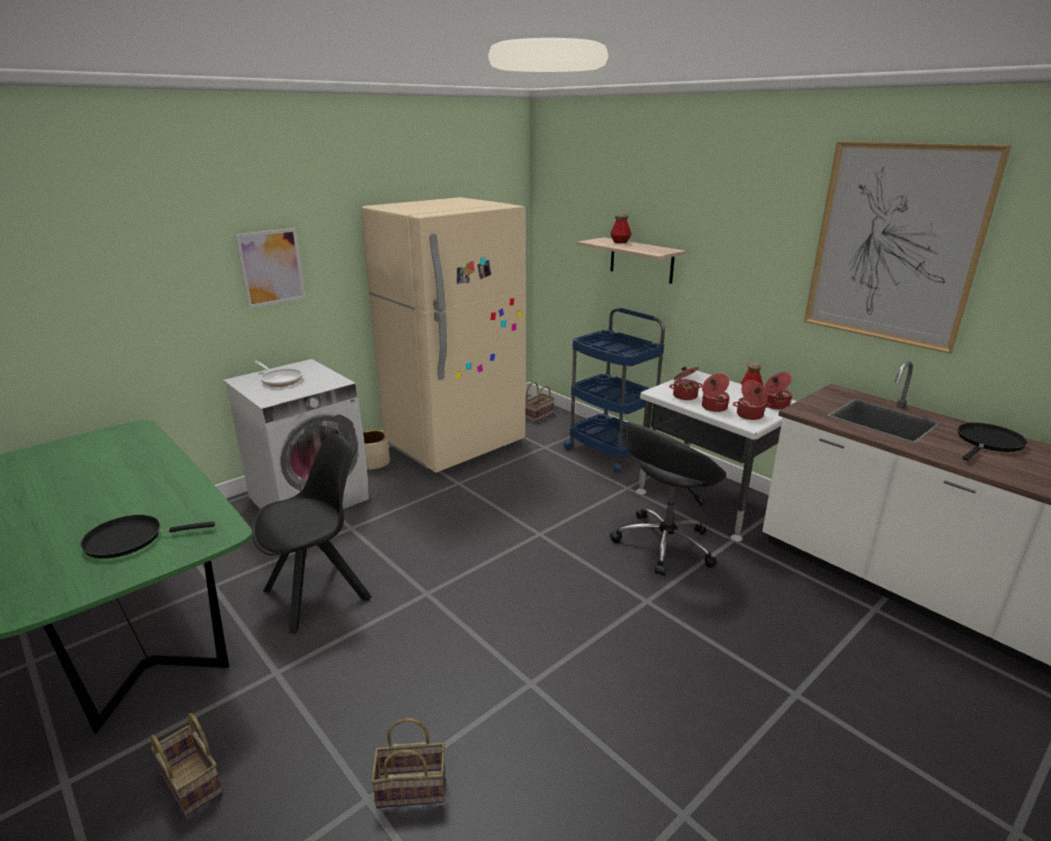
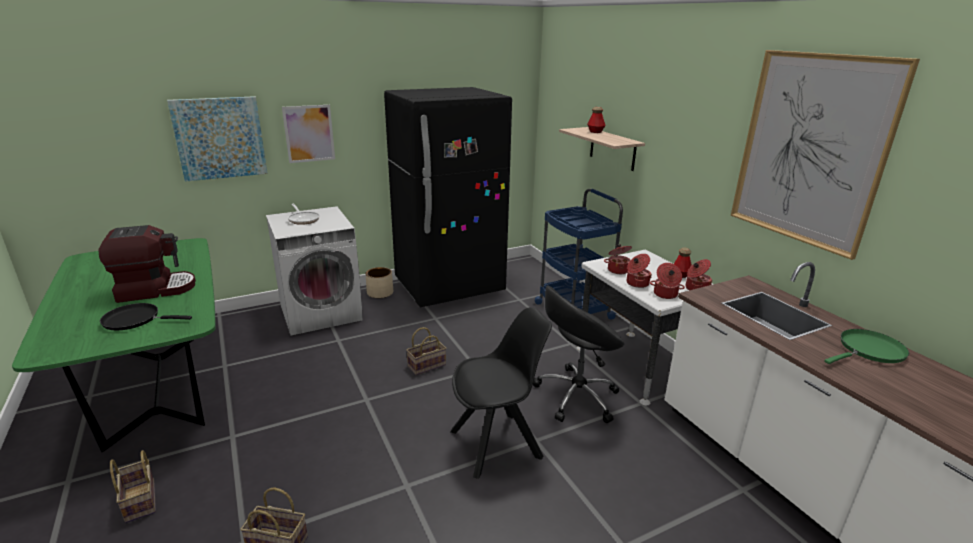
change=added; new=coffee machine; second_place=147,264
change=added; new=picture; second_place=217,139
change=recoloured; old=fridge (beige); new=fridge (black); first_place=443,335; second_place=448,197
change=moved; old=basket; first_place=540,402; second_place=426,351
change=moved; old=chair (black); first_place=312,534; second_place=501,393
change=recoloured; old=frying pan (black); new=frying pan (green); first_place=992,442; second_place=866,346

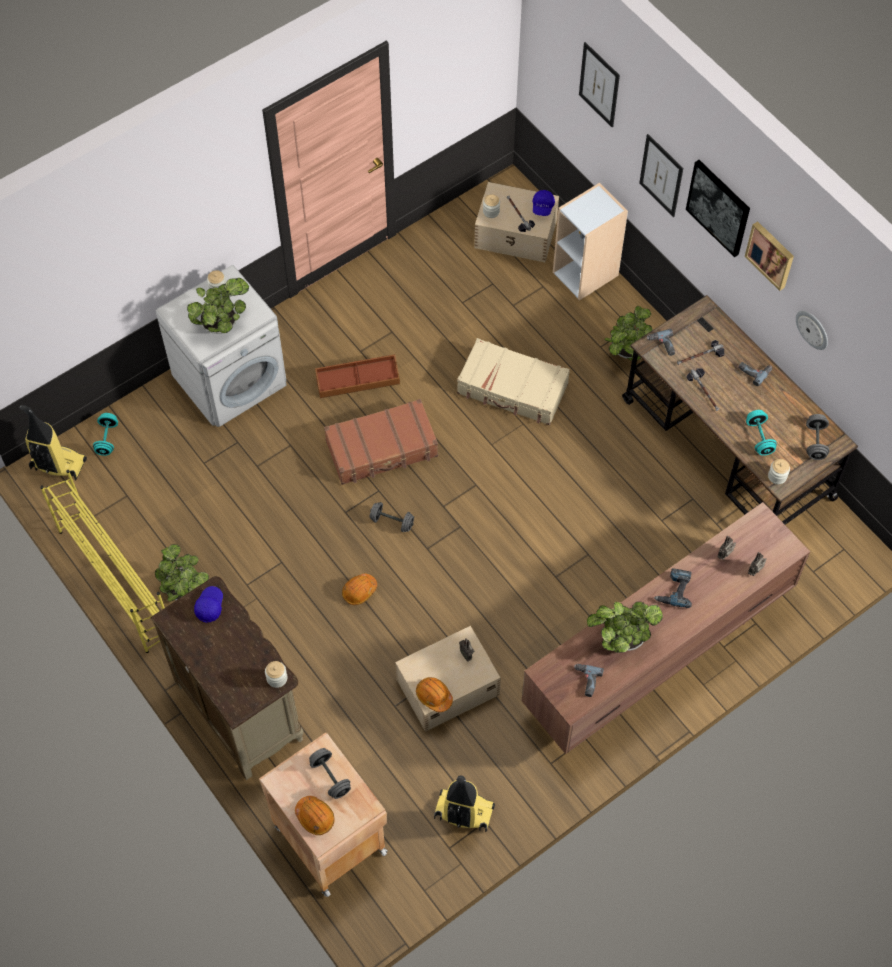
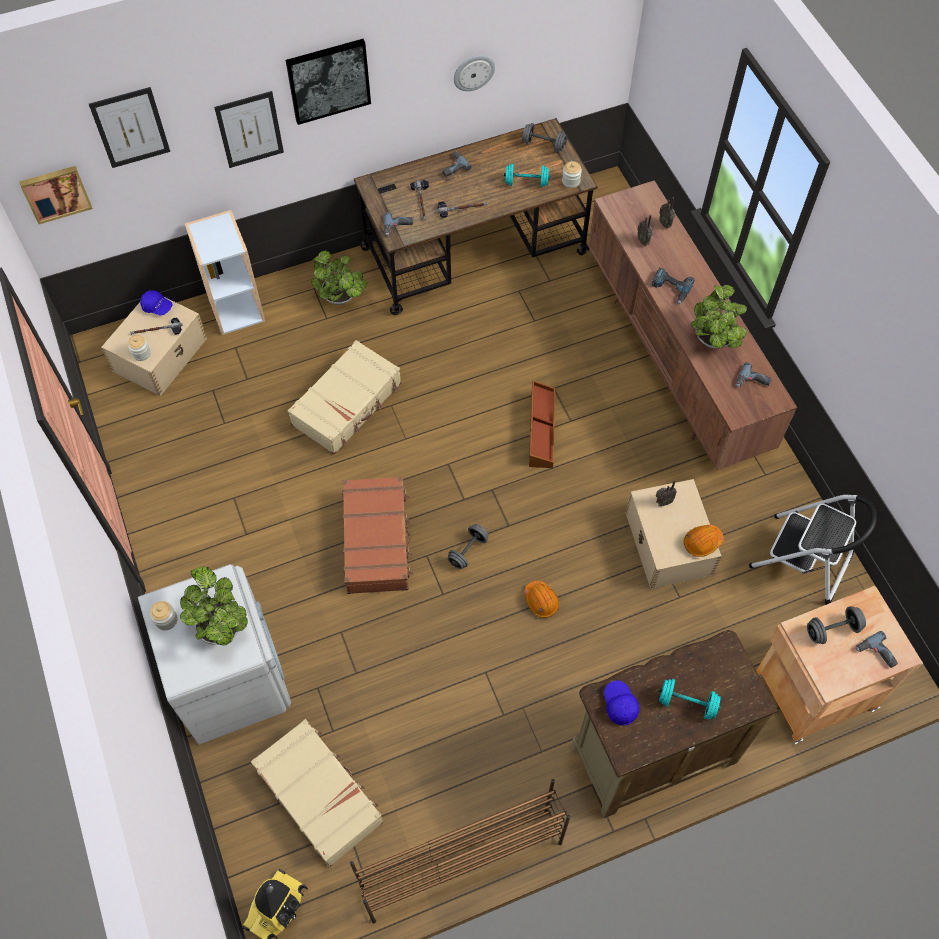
change=moved; old=picture; first_place=769,256; second_place=56,195
change=added; new=suitcase (beige); second_place=317,793
change=recoloured; old=shoe rack (yellow); new=shoe rack (brown); first_place=102,561; second_place=460,851
change=moved; old=storage box (brown); first_place=357,376; second_place=542,424
change=turned; old=cap (blue); first_place=208,604; second_place=621,703; degrees=45
change=moved; old=dumbbell (turquoise); first_place=105,434; second_place=690,699
change=replaced; old=vacuum cleaner; new=step ladder; first_place=464,803; second_place=813,550
change=replaced; old=hard hat (orange); new=power drill; first_place=315,815; second_place=877,649
change=removed; old=potted plant; first_place=182,573
change=removed; old=jar; first_place=276,674

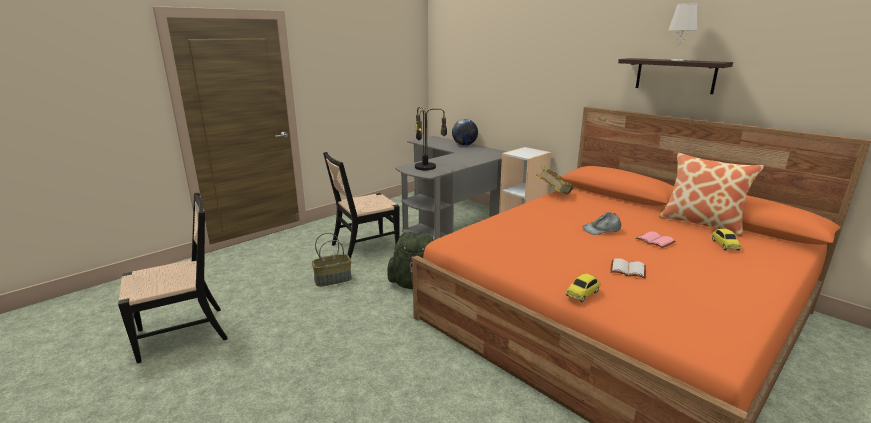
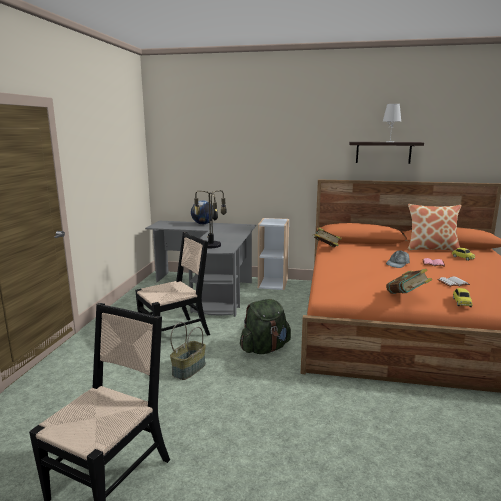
change=turned; old=chair; first_place=361,205; second_place=172,283; degrees=-150
change=added; new=book; second_place=409,281

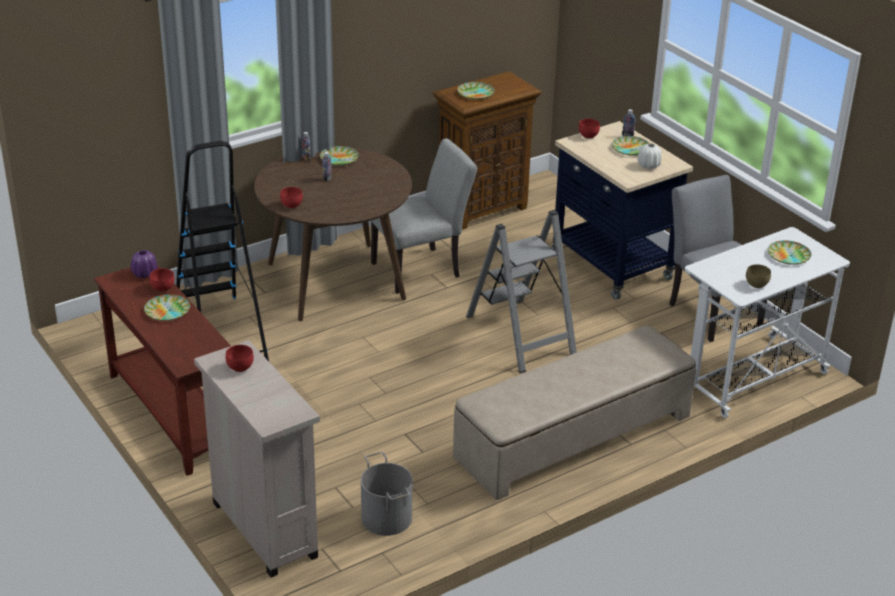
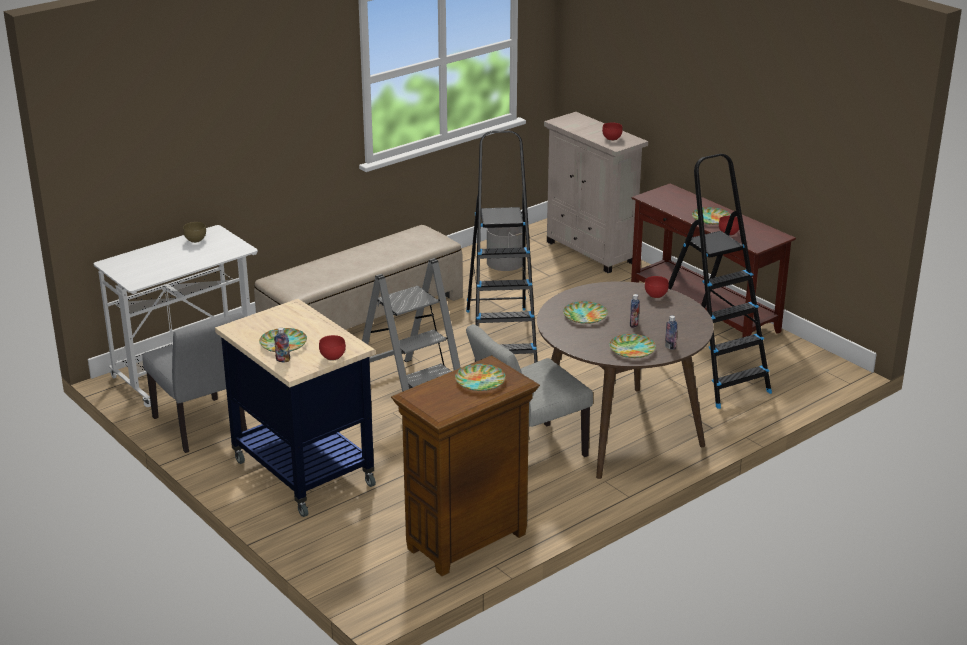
change=added; new=step ladder (black); second_place=501,247
change=moved; old=plate; first_place=790,253; second_place=585,312
change=removed; old=vase (purple); first_place=144,264
change=removed; old=vase (white); first_place=649,156

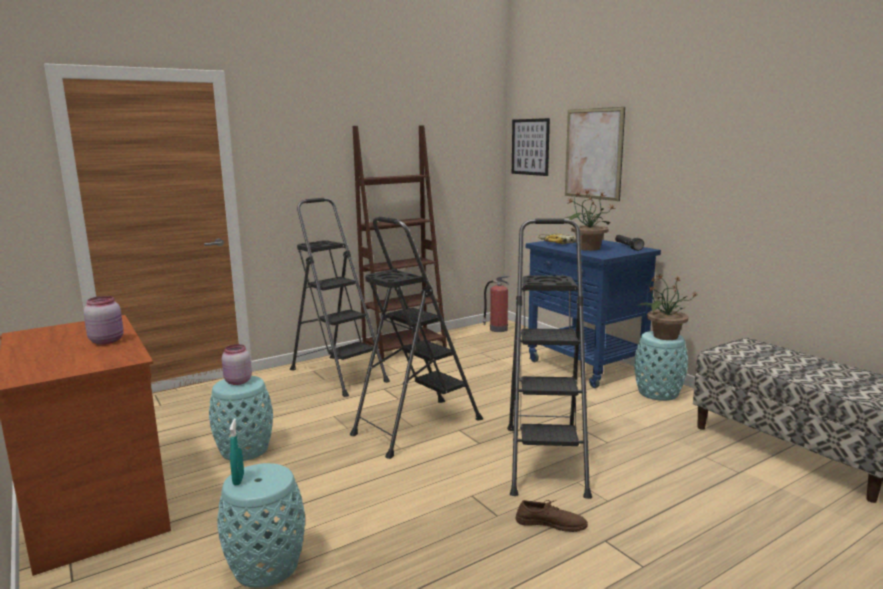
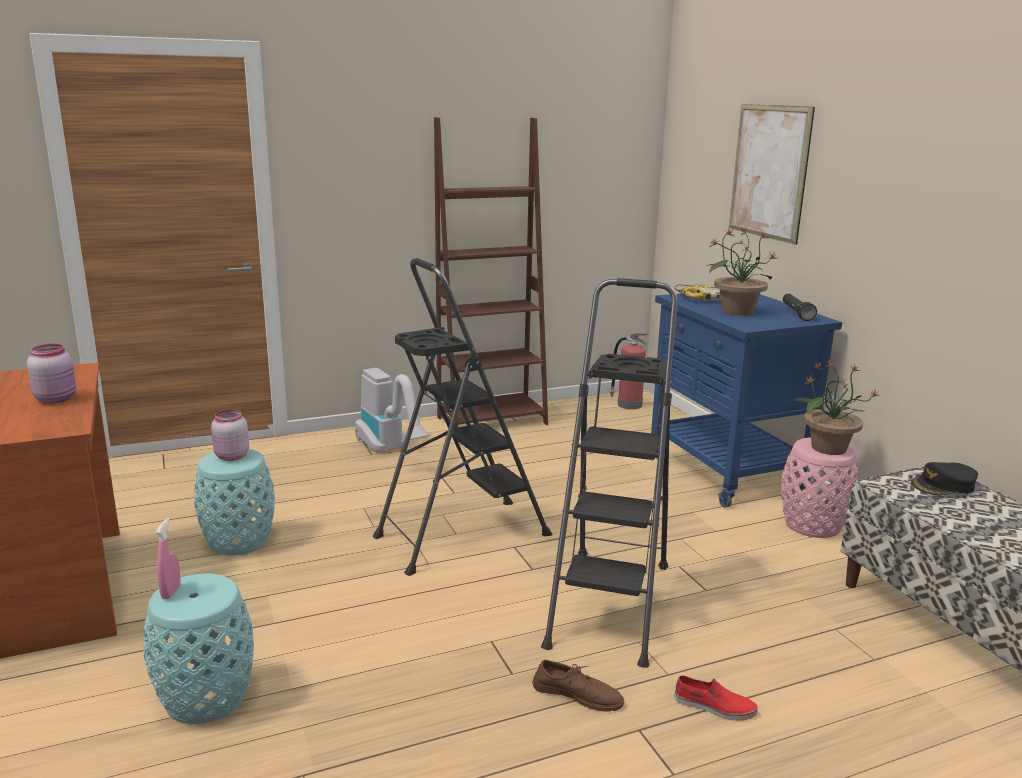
change=recoloured; old=spray bottle (turquoise); new=spray bottle (pink); first_place=237,452; second_place=168,558
change=replaced; old=step ladder; new=vacuum cleaner; first_place=340,297; second_place=392,410
change=added; new=shoe (red); second_place=716,698
change=recoloured; old=stool (turquoise); new=stool (pink); first_place=661,366; second_place=819,487
change=added; new=cap (black); second_place=944,478
change=removed; old=picture; first_place=531,147

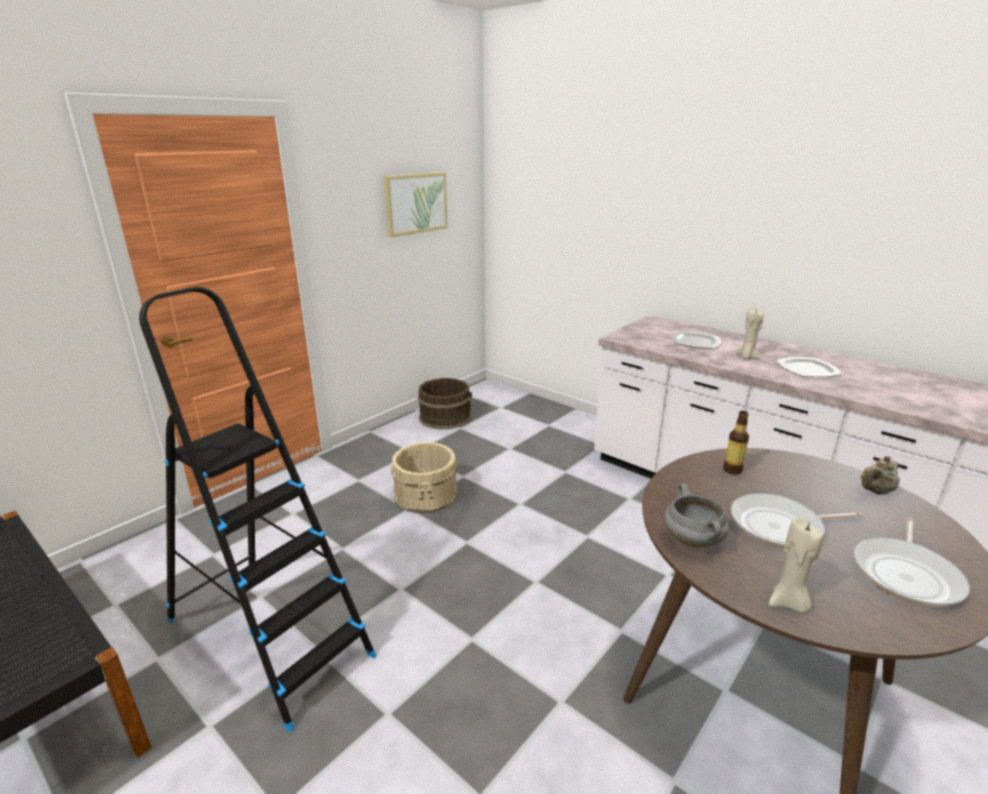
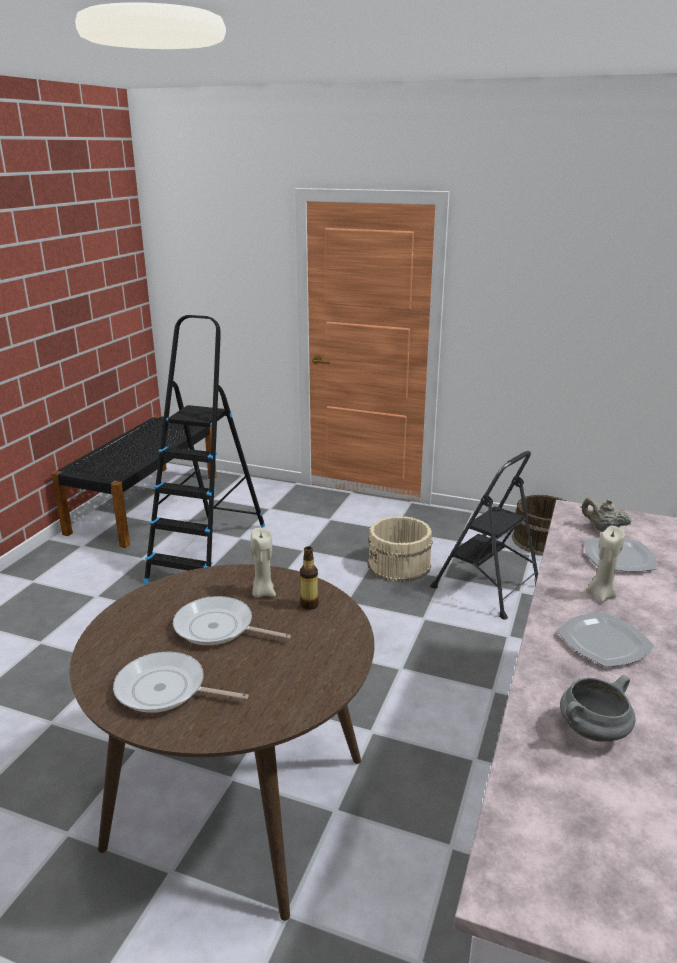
change=turned; old=frying pan; first_place=797,520; second_place=232,620; degrees=-45
change=moved; old=candle (beige); first_place=797,565; second_place=263,563
change=added; new=step ladder (black); second_place=484,535
change=moved; old=cooking pot (grey); first_place=696,516; second_place=597,708
change=moved; old=teapot (beige); first_place=880,475; second_place=607,515
change=removed; old=picture; first_place=416,204

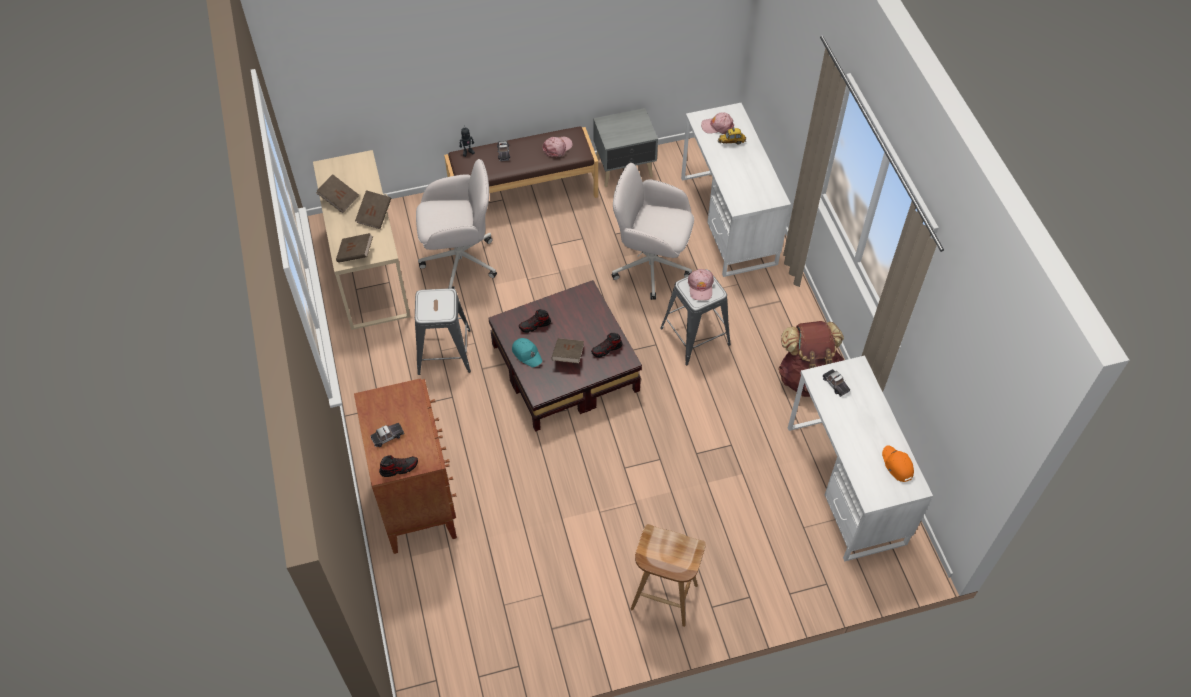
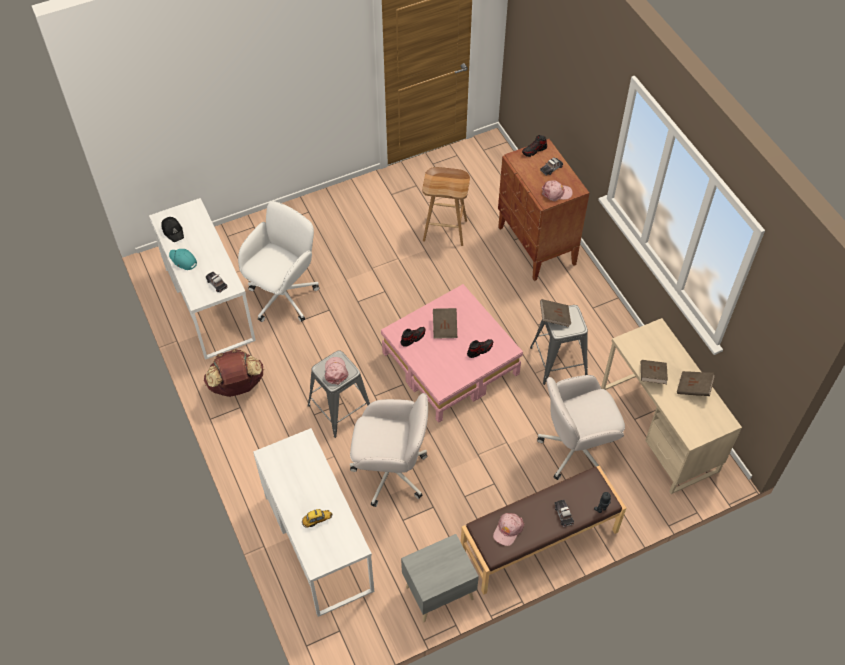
change=recoloured; old=cap (orange); new=cap (black); first_place=898,463; second_place=172,229
change=moved; old=cap (turquoise); first_place=527,352; second_place=183,259
change=added; new=office chair (white); second_place=278,261
change=recoloured; old=coffee table (brown); new=coffee table (pink); first_place=565,356; second_place=452,353
change=moved; old=stool (brown); first_place=668,575; second_place=446,206
change=moved; old=book (brown); first_place=354,248; second_place=555,313
change=moved; old=cap (pink); first_place=717,123; second_place=557,190

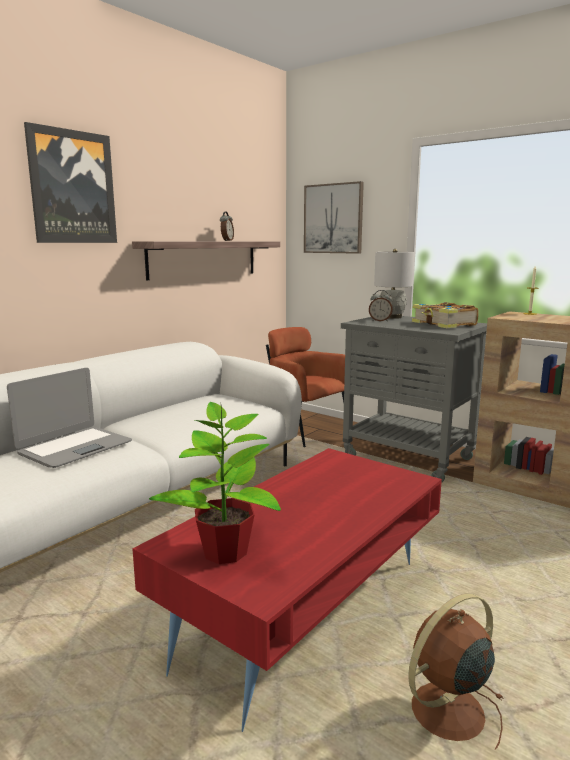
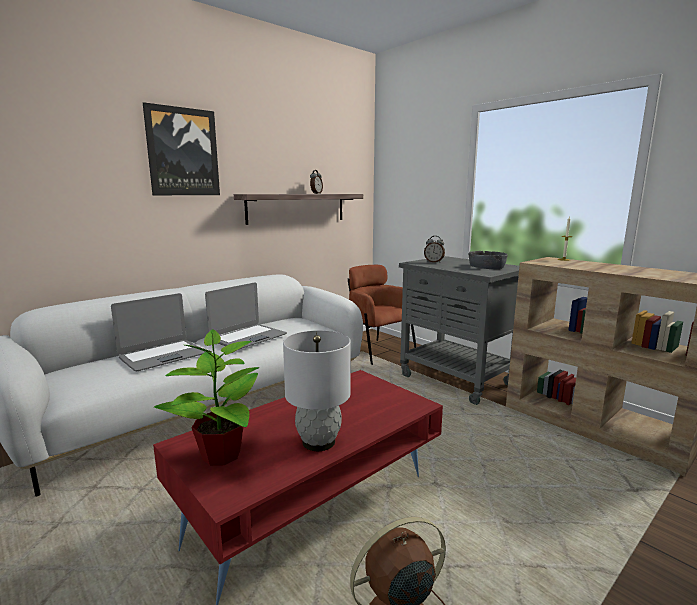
change=added; new=laptop; second_place=246,316
change=moved; old=table lamp (white); first_place=394,284; second_place=317,391
change=replaced; old=book; new=bowl (grey); first_place=445,315; second_place=488,260
change=removed; old=picture; first_place=334,217

